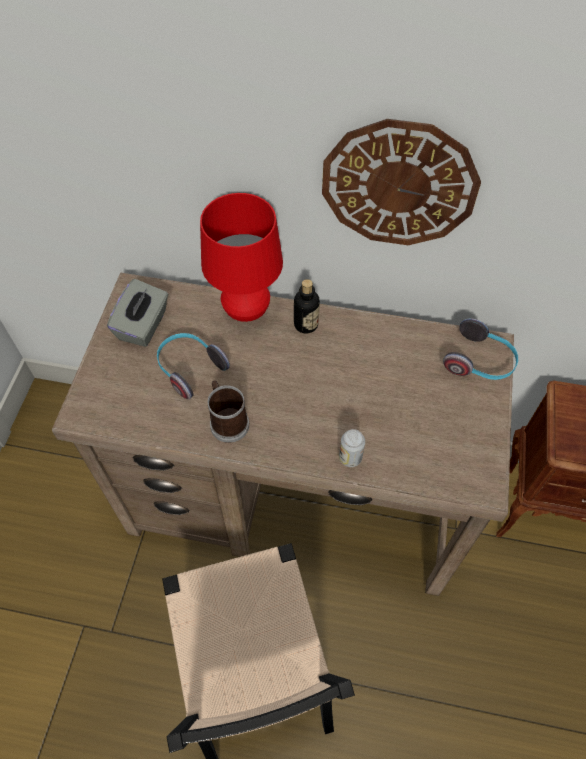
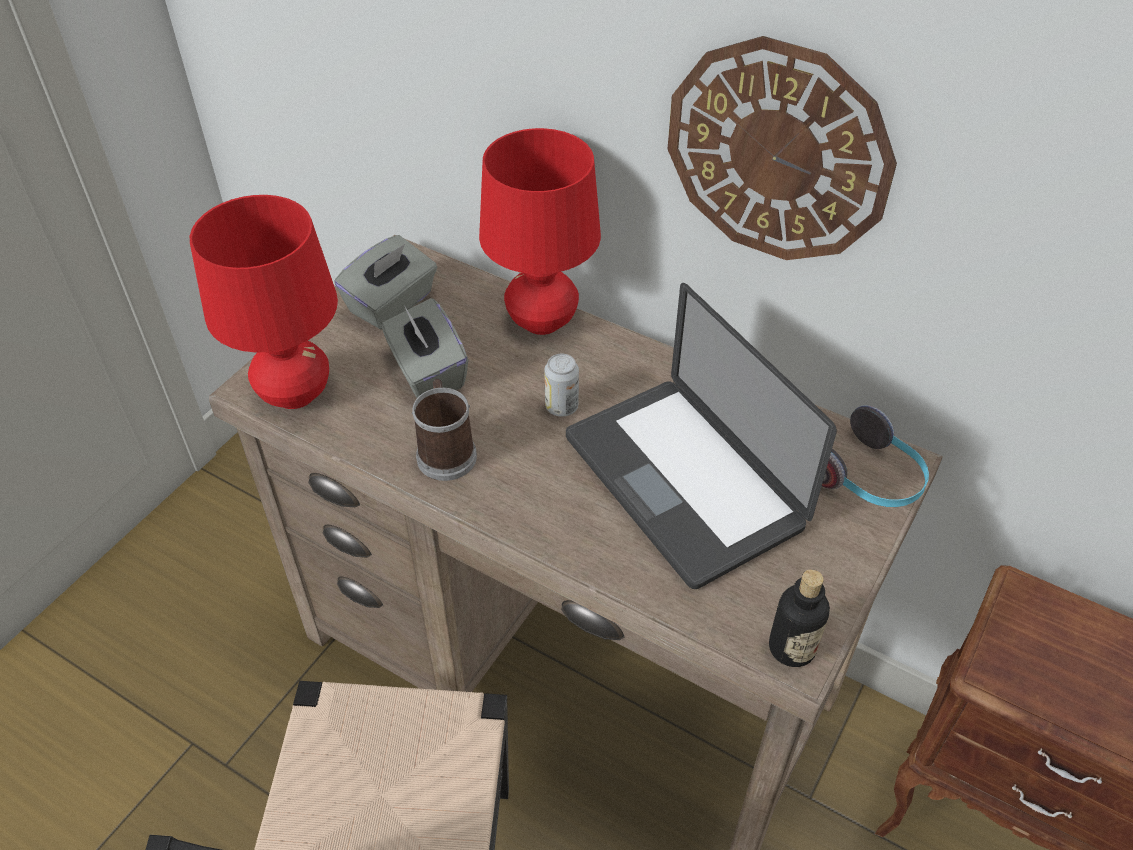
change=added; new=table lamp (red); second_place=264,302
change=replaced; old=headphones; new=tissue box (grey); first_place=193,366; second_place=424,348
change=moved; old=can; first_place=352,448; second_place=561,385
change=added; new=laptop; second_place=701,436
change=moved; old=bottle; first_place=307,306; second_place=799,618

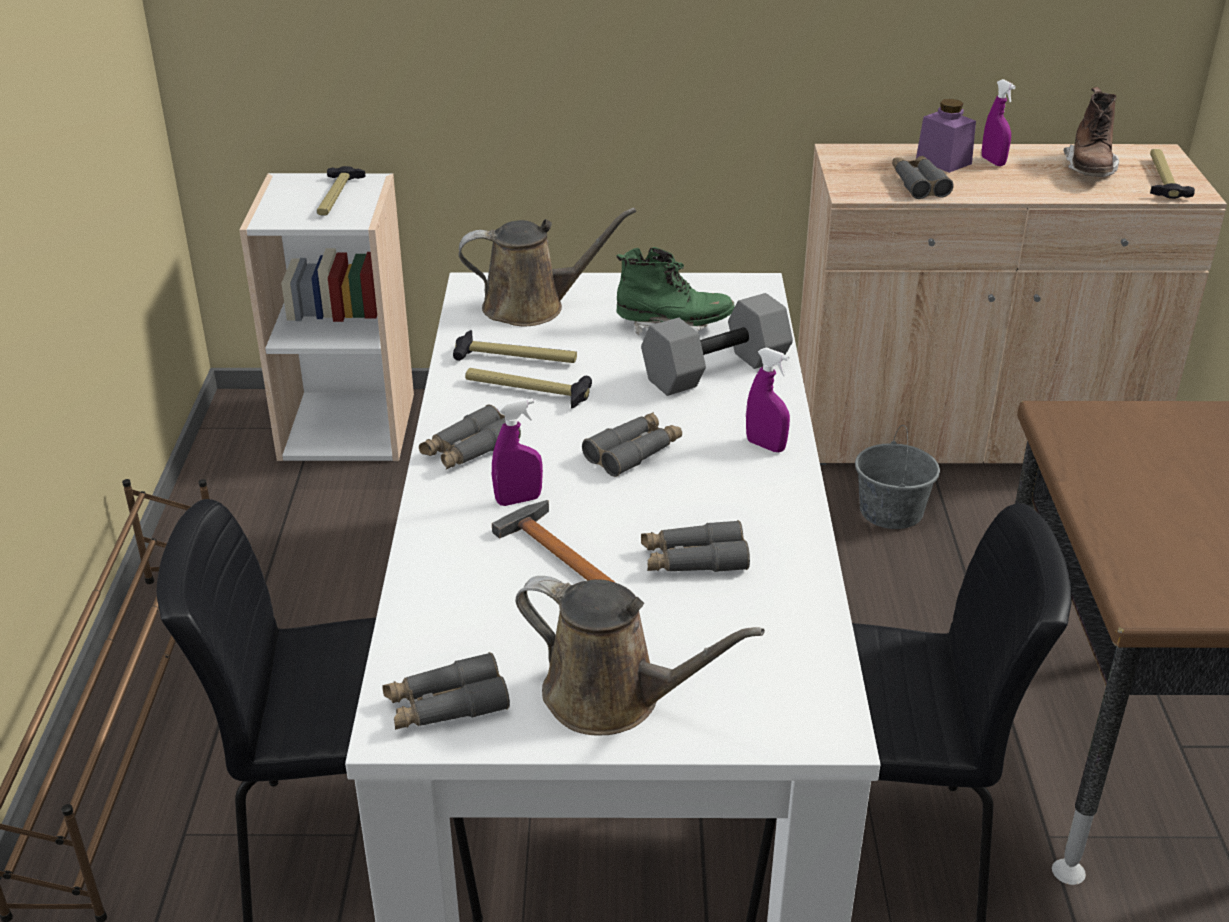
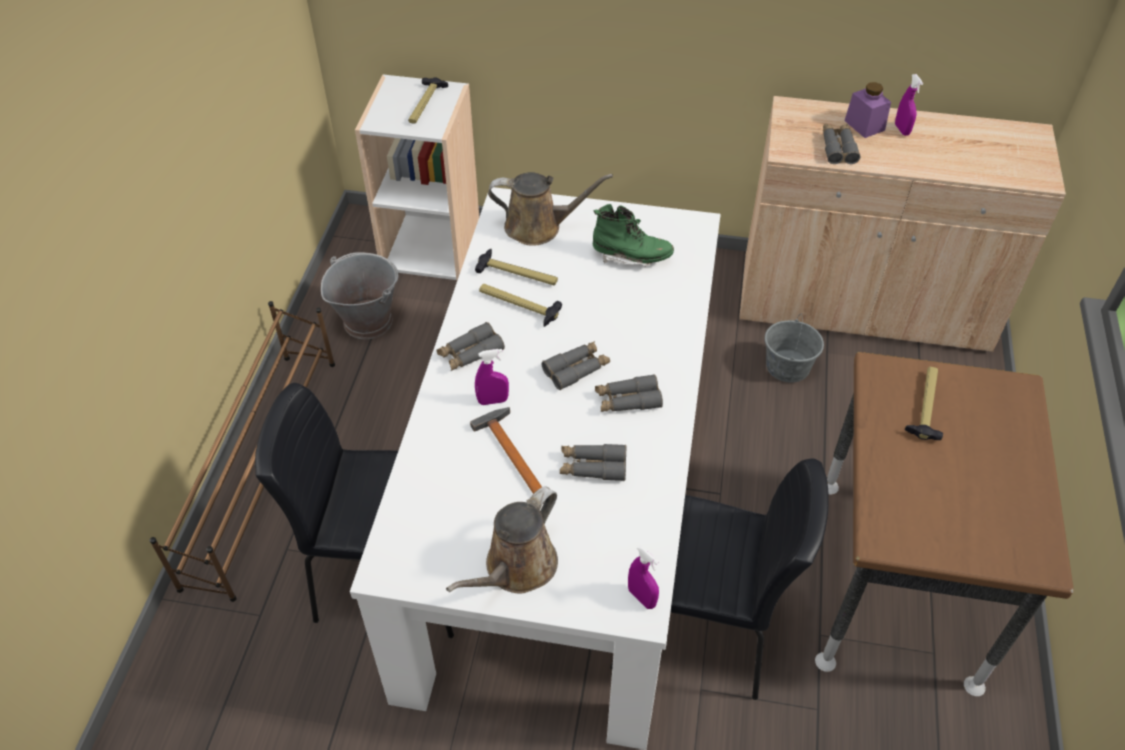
change=added; new=bucket (grey); second_place=360,295
change=turned; old=watering can (brown); first_place=640,655; second_place=502,539; degrees=90
change=moved; old=binoculars (grey); first_place=446,691; second_place=629,393
change=moved; old=spray bottle (purple); first_place=768,399; second_place=643,577
change=moved; old=hammer; first_place=1172,174; second_place=924,403
change=removed; old=dumbbell (grey); first_place=717,344
change=removed; old=boot (brown); first_place=1091,132

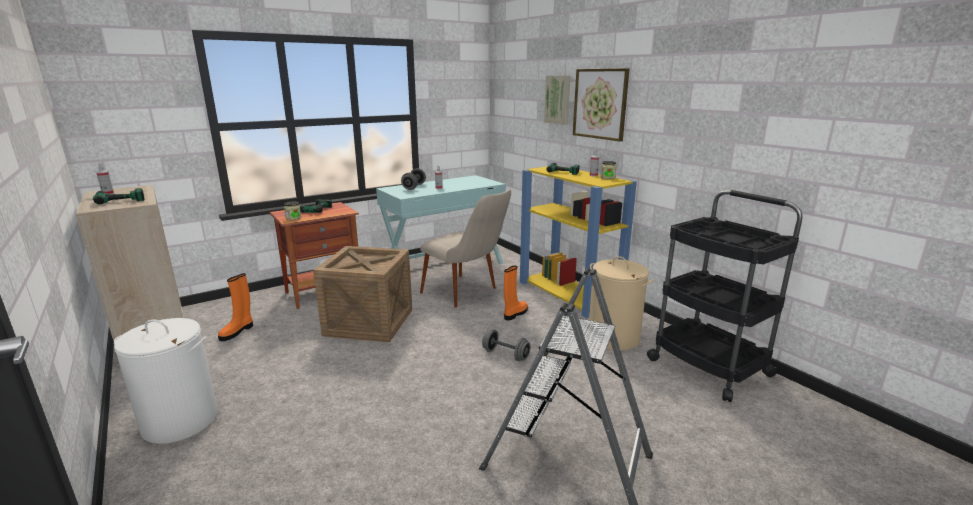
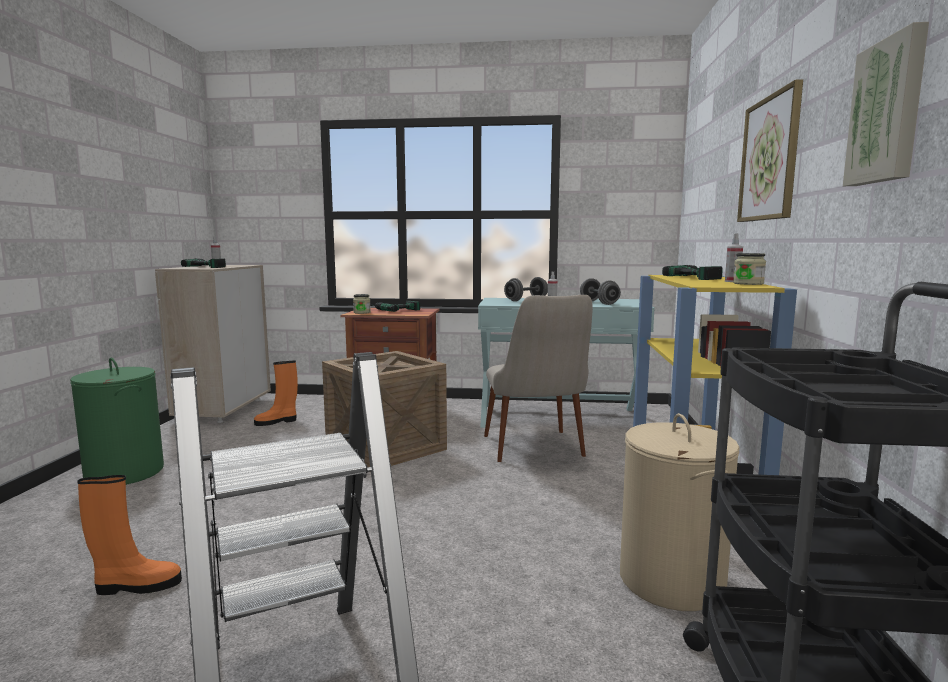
change=recoloured; old=laundry basket (white); new=laundry basket (green); first_place=166,381; second_place=117,421
change=moved; old=boot (orange); first_place=516,293; second_place=130,535
change=moved; old=dumbbell (grey); first_place=506,345; second_place=600,291
change=moved; old=picture; first_place=557,100; second_place=886,104

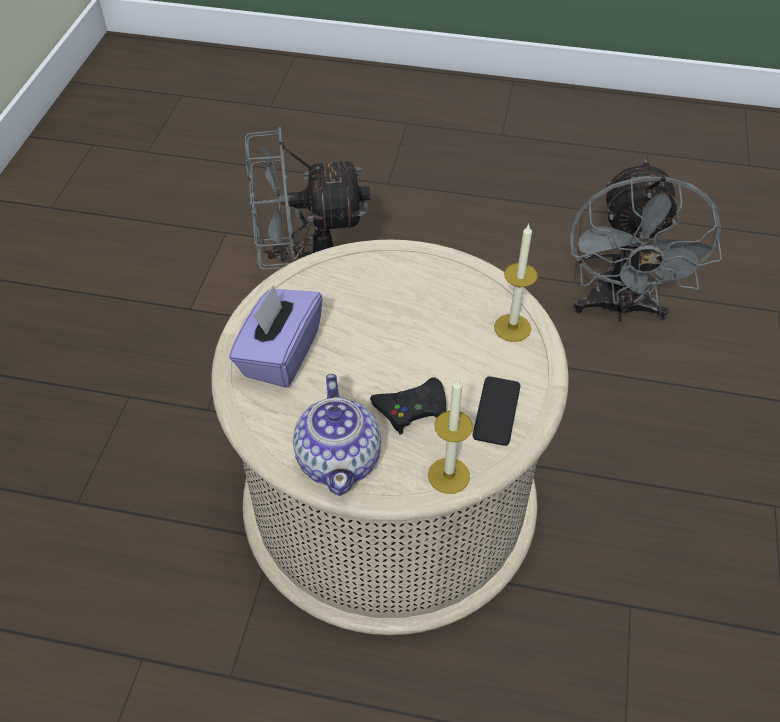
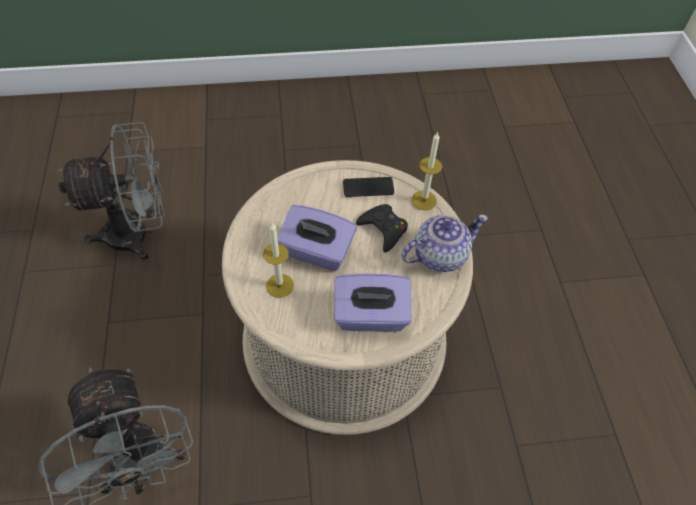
change=moved; old=candle; first_place=516,283; second_place=278,260
change=added; new=tissue box (purple); second_place=317,238

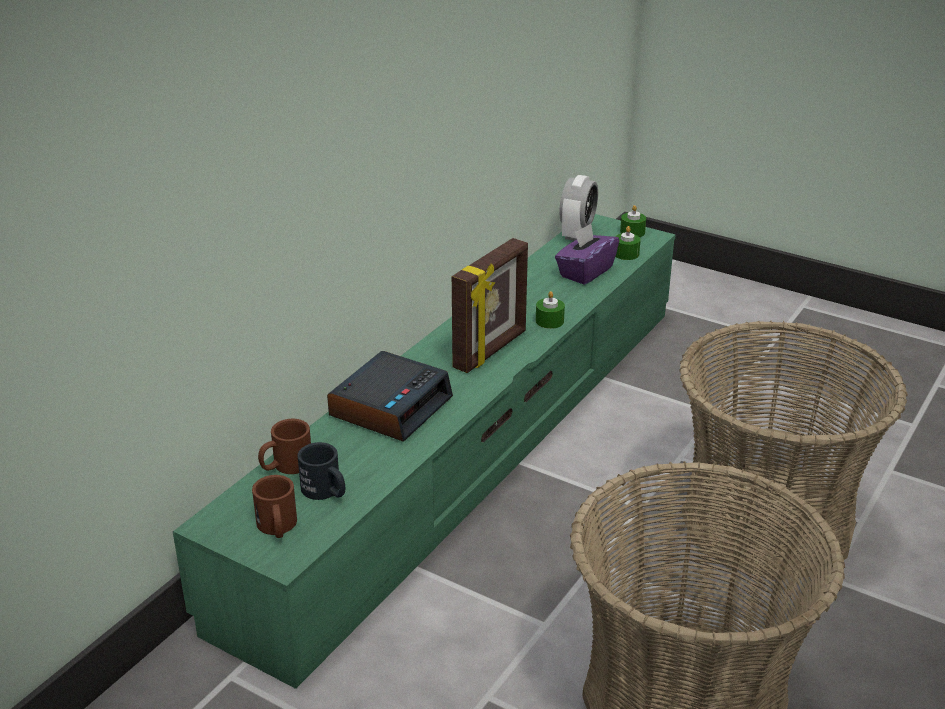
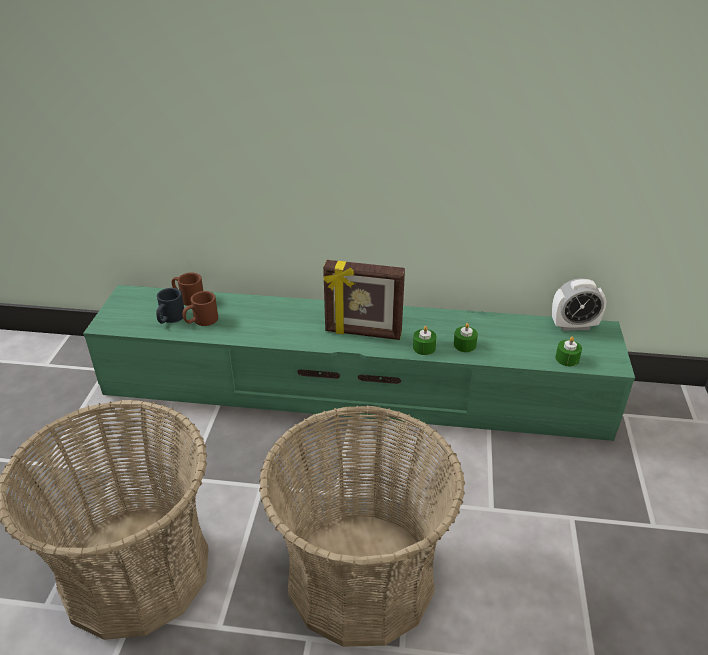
change=moved; old=mug (brown); first_place=274,506; second_place=200,308
change=moved; old=candle (green); first_place=633,221; second_place=466,337
change=removed; old=alarm clock; first_place=390,396
change=removed; old=tissue box (purple); first_place=587,254

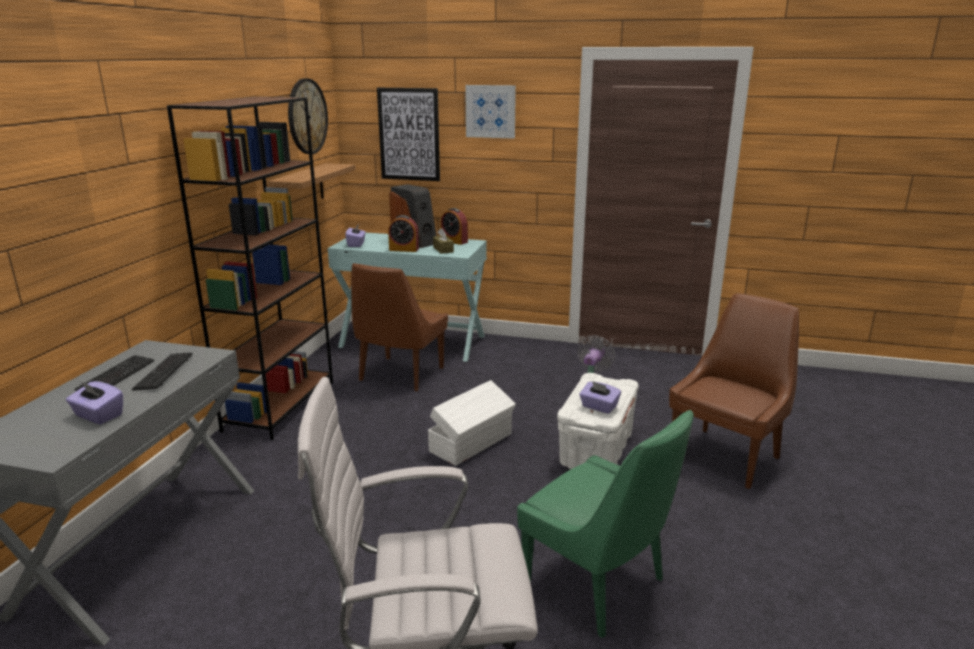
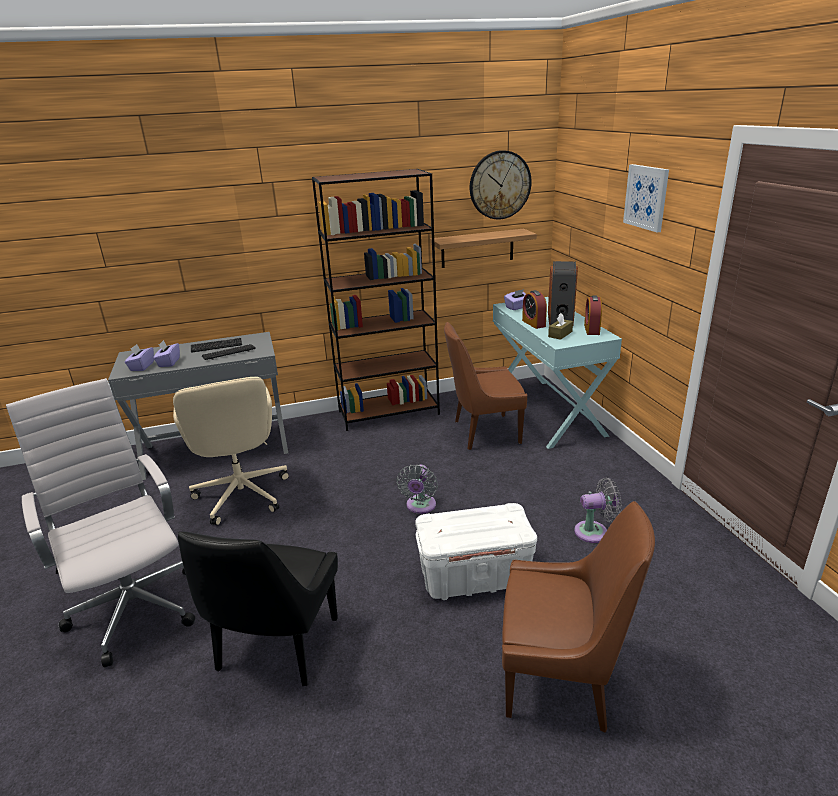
change=moved; old=tissue box (purple); first_place=600,397; second_place=139,357
change=added; new=office chair (beige); second_place=231,451
change=recoloured; old=chair (green); new=chair (black); first_place=605,524; second_place=258,608
change=replaced; old=storage box (white); new=fan (grey); first_place=472,423; second_place=417,489
change=removed; old=picture; first_place=408,134

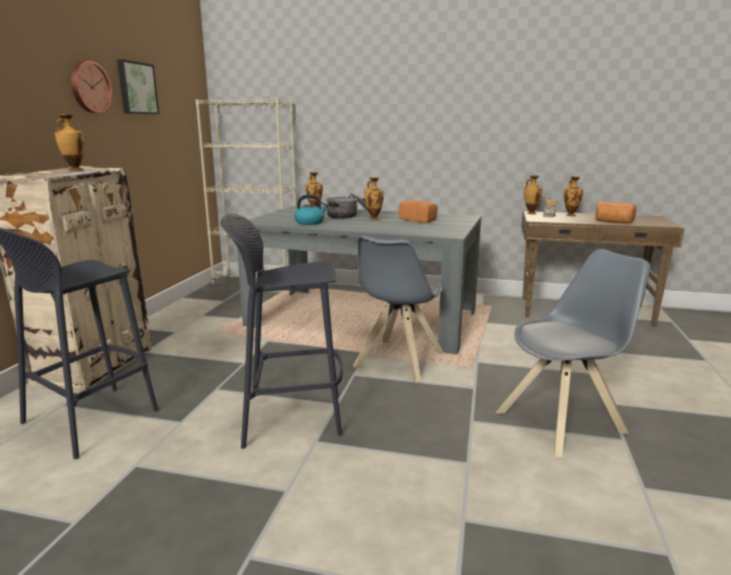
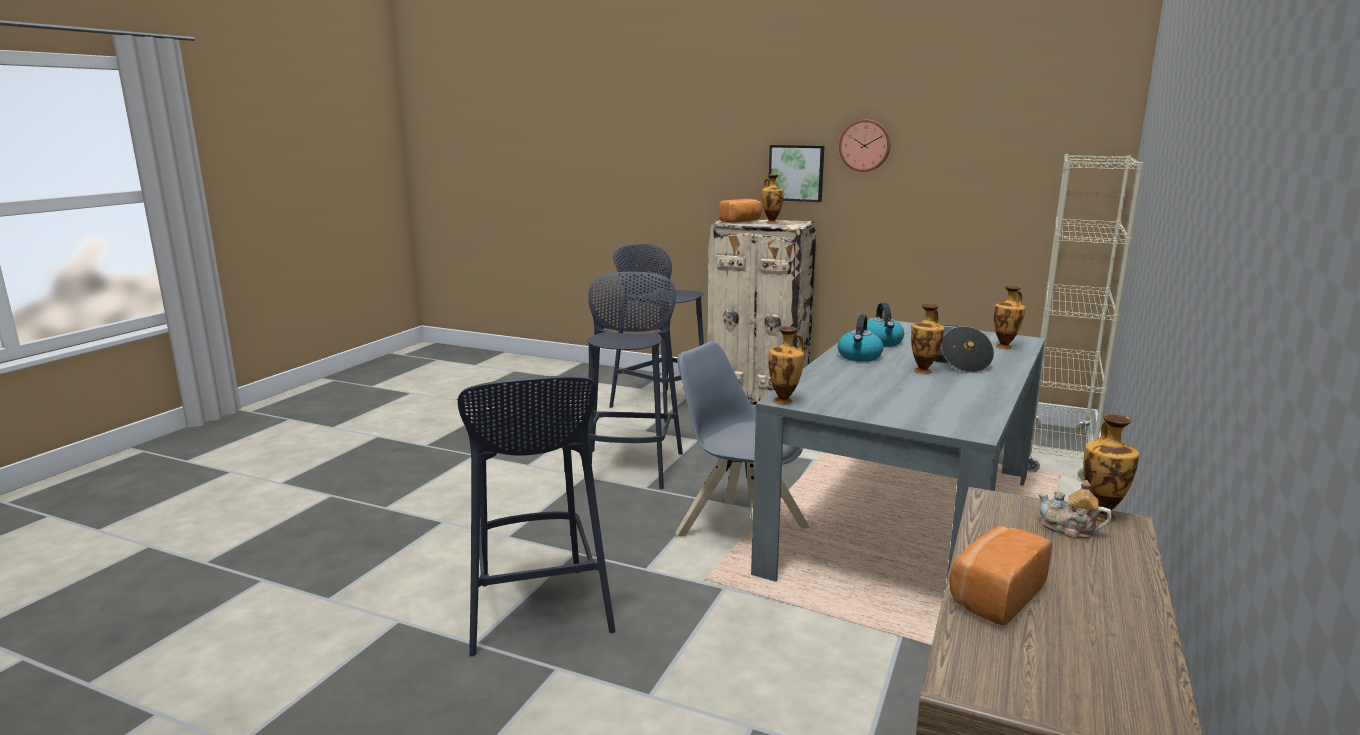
change=replaced; old=chair (grey); new=stool (grey); first_place=573,353; second_place=536,516
change=moved; old=bread; first_place=418,211; second_place=740,211
change=moved; old=picture; first_place=138,86; second_place=796,173
change=moved; old=vase; first_place=573,196; second_place=786,365
change=added; new=kettle; second_place=860,338

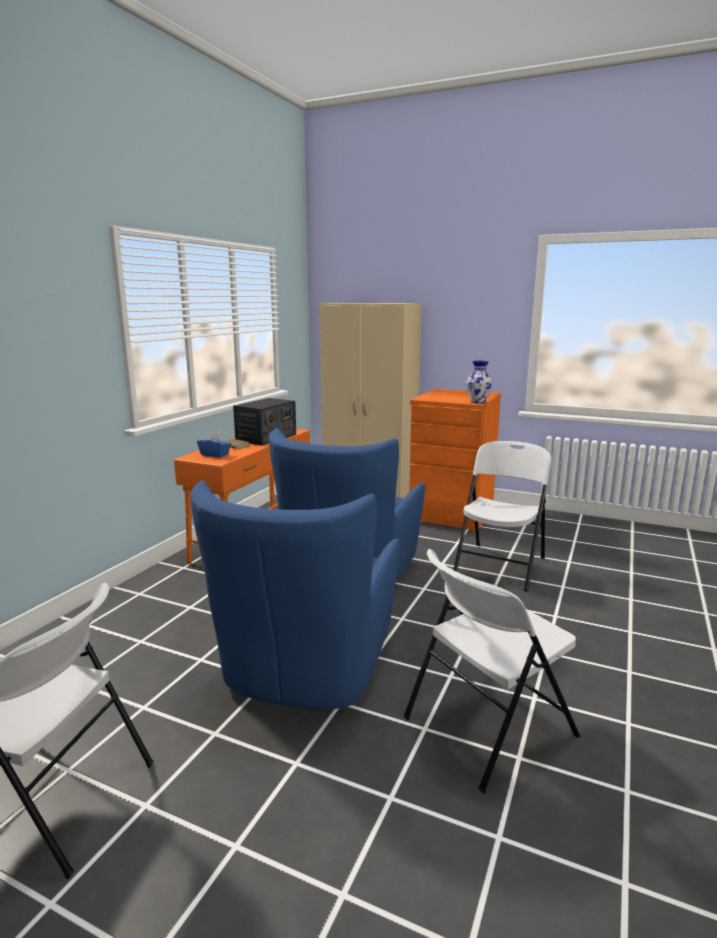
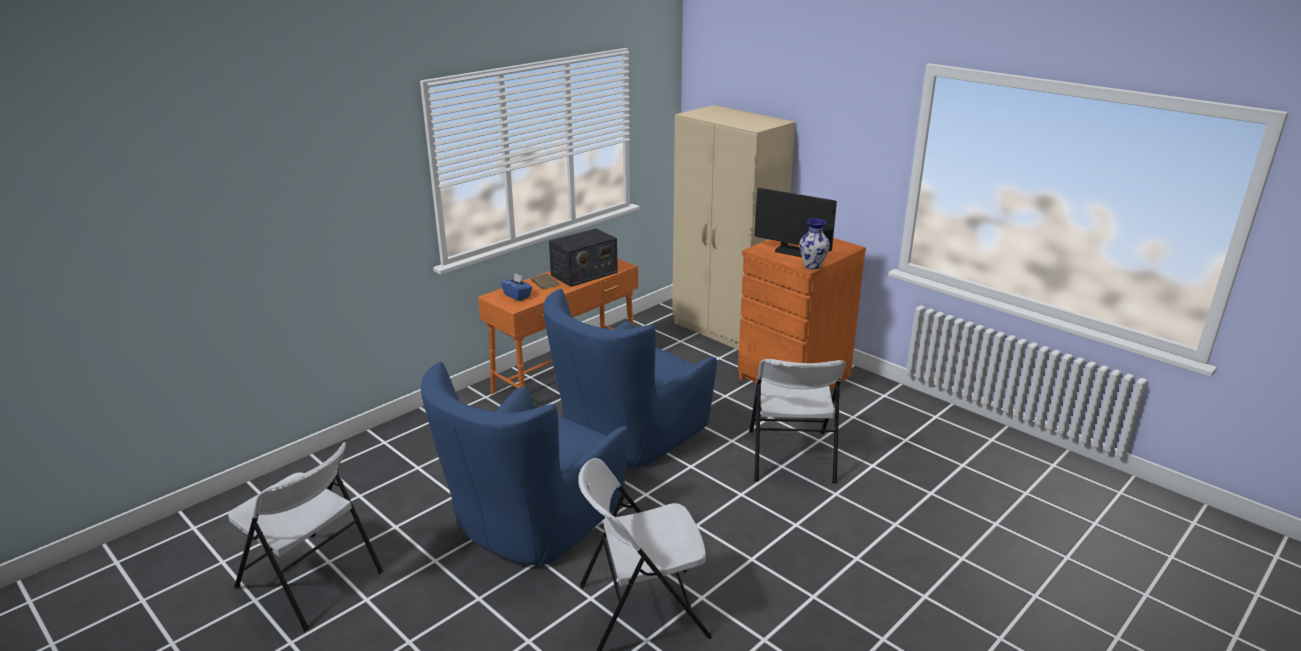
change=turned; old=chair (white); first_place=502,516; second_place=797,421; degrees=135
change=added; new=monitor; second_place=795,222

